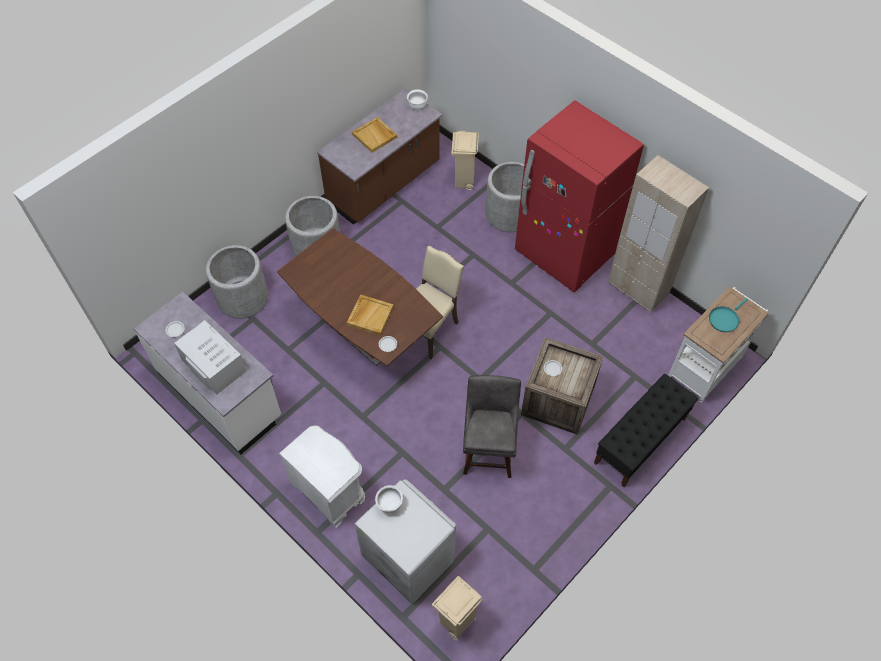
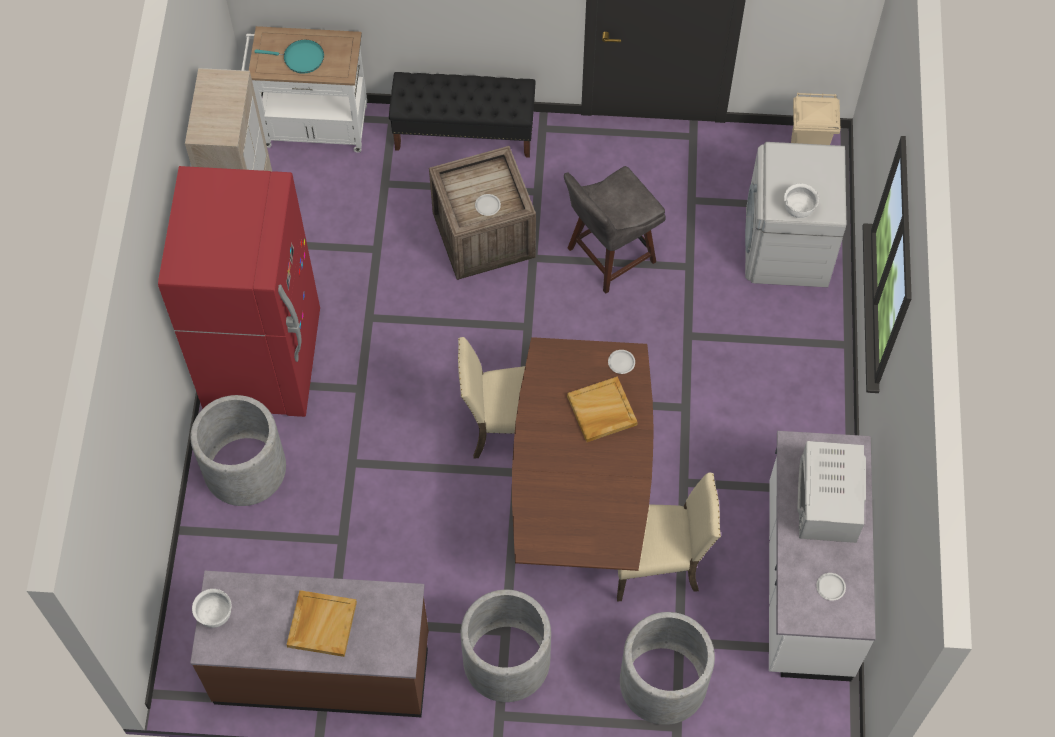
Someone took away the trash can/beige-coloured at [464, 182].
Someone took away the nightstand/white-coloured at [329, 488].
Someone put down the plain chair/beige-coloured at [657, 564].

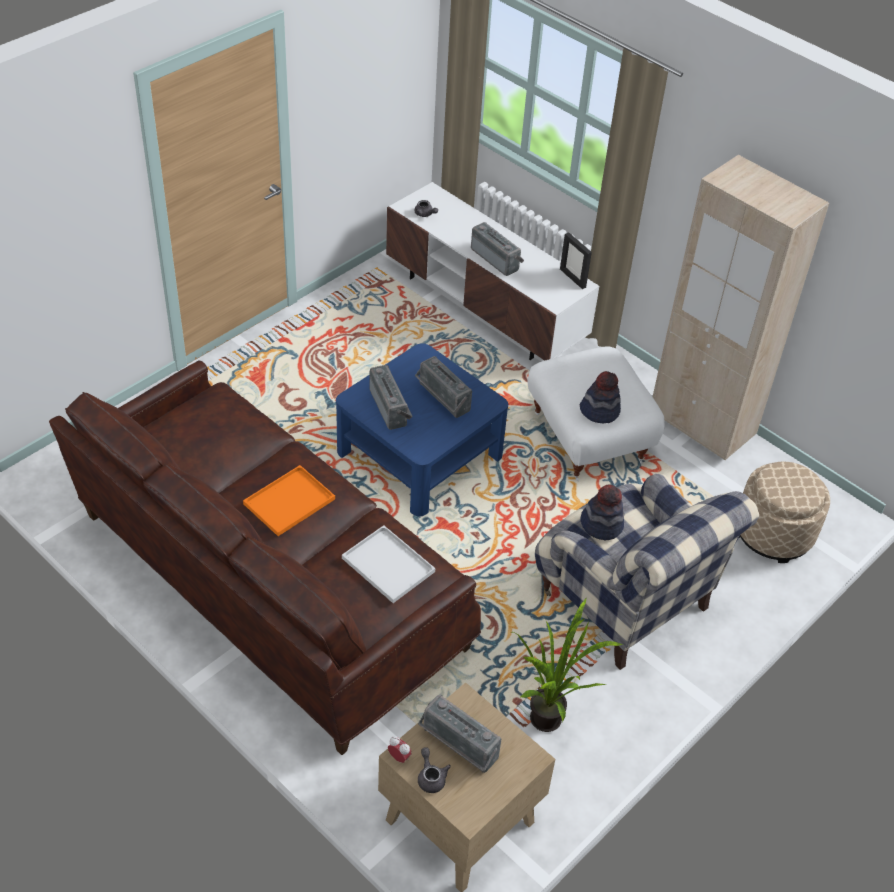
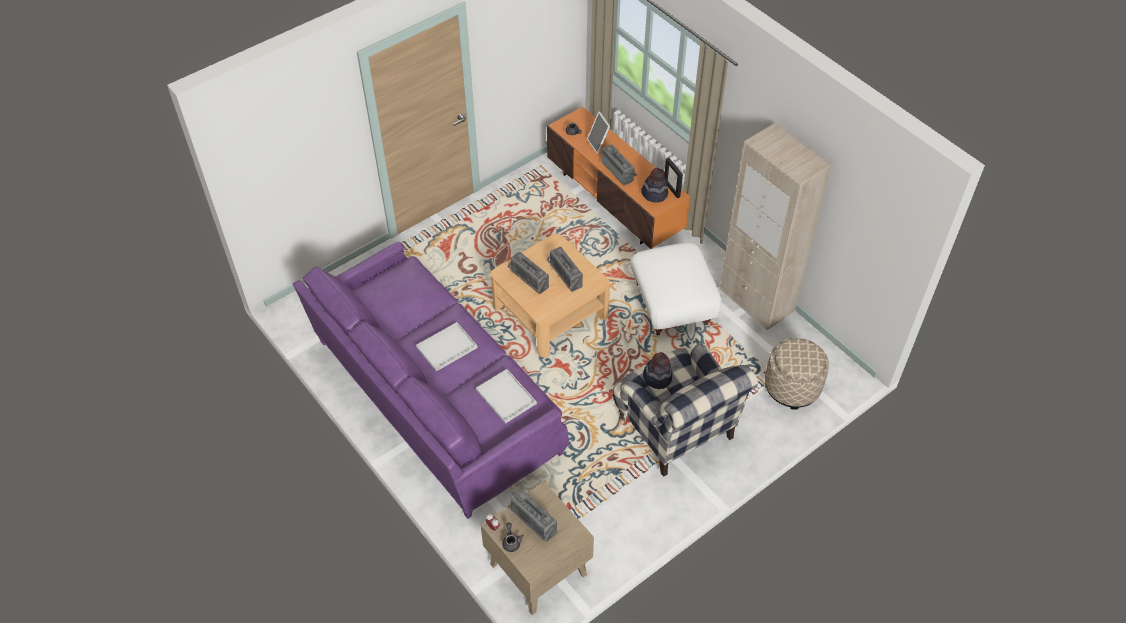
Someone repainted the media console/white-coloured at [485, 307], which became the media console/orange-coloured at [614, 201].
Someone repainted the coffee table/blue at [418, 454], which became the coffee table/beige-coloured at [549, 311].
Someone repainted the settee/brown at [268, 584], which became the settee/purple-coloured at [434, 398].
Someone rotated the radio receiver at [391, 407] by 150 degrees clockwise.
Someone carried the wearable hat from [599, 411] to [654, 194].
Someone repainted the carrying tray/orange-coloured at [290, 500], which became the carrying tray/white-coloured at [447, 346].
Someone took away the plant in a pot at [550, 725].
Someone put down the standing frame at [599, 144].

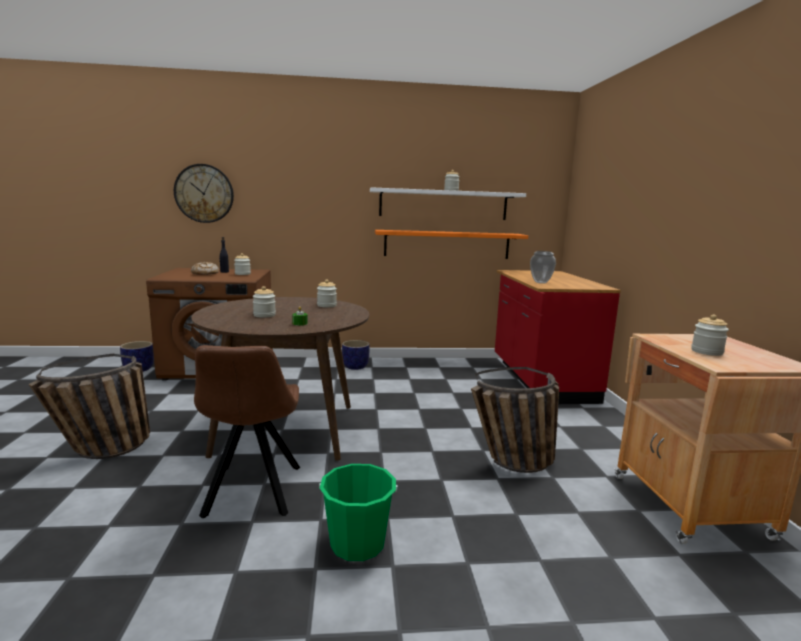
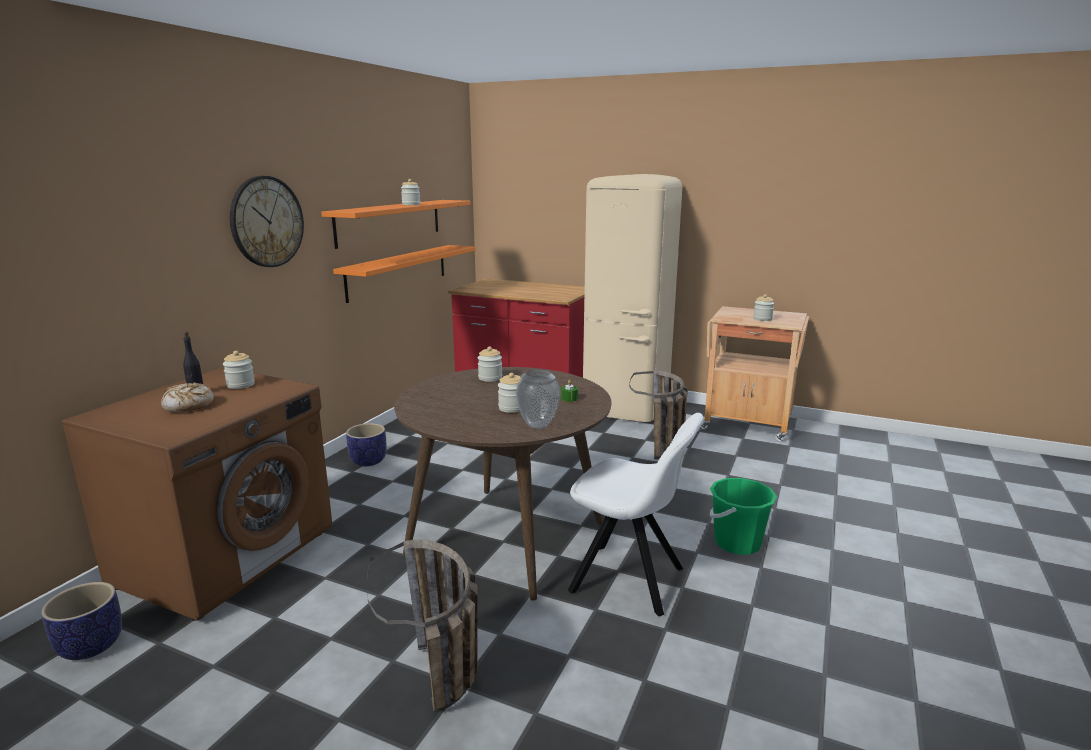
Someone carried the hanging clock from [204, 193] to [267, 222].
Someone repainted the bracket shelf/white-coloured at [443, 204], which became the bracket shelf/orange-coloured at [390, 222].
Someone carried the vase from [540, 282] to [537, 425].
Someone repainted the plain chair/brown at [252, 491], which became the plain chair/white-coloured at [628, 579].
Someone put down the kitchen fridge/beige-coloured at [625, 408].

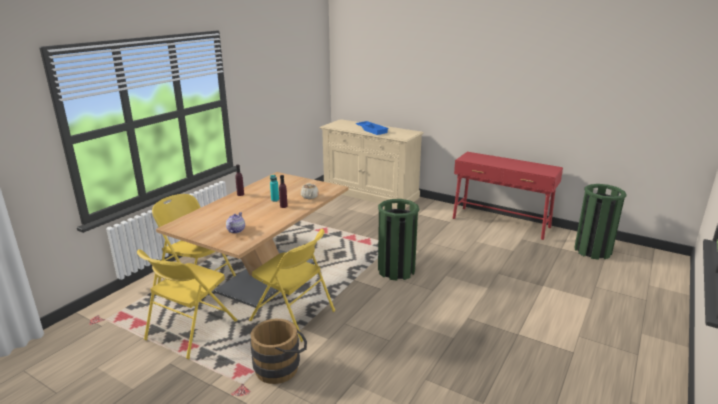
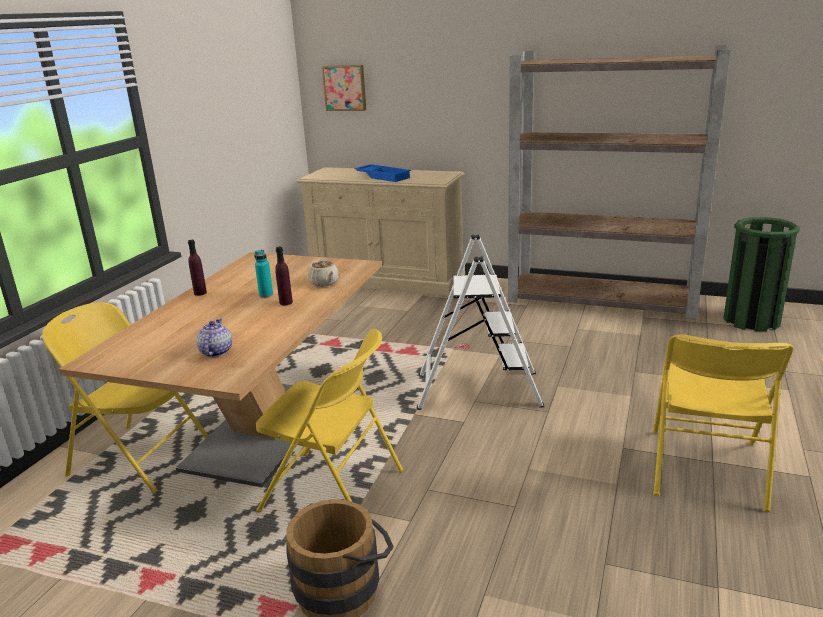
Someone swapped the narrow table/red-coloured at [500, 223] for the shelving unit/brown at [601, 298].
Someone swapped the trash can/green-coloured at [396, 270] for the step ladder/white-coloured at [476, 389].
Someone carried the plain chair/yellow from [191, 330] to [705, 468].
Someone put up the wall art at [345, 88].

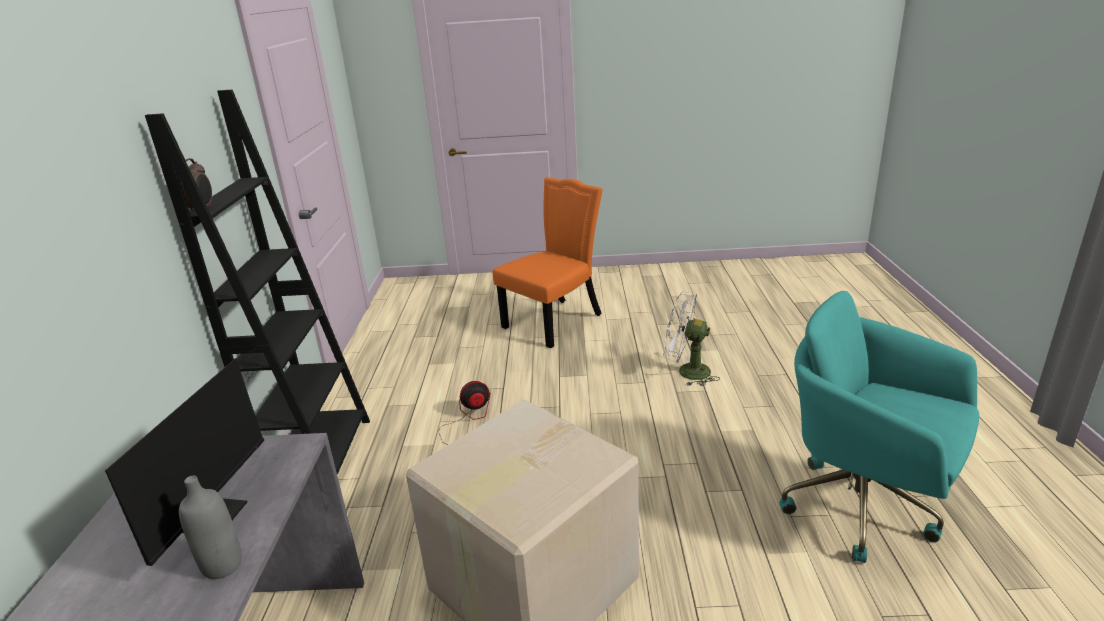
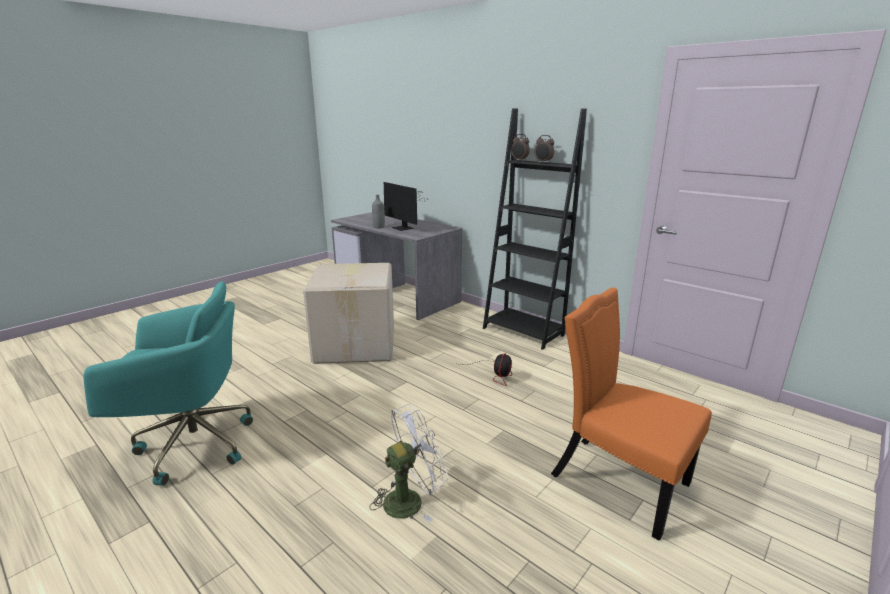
Someone rotated the plain chair/orange-coloured at [553, 323] by 135 degrees clockwise.
Someone put down the table clock at [543, 162].

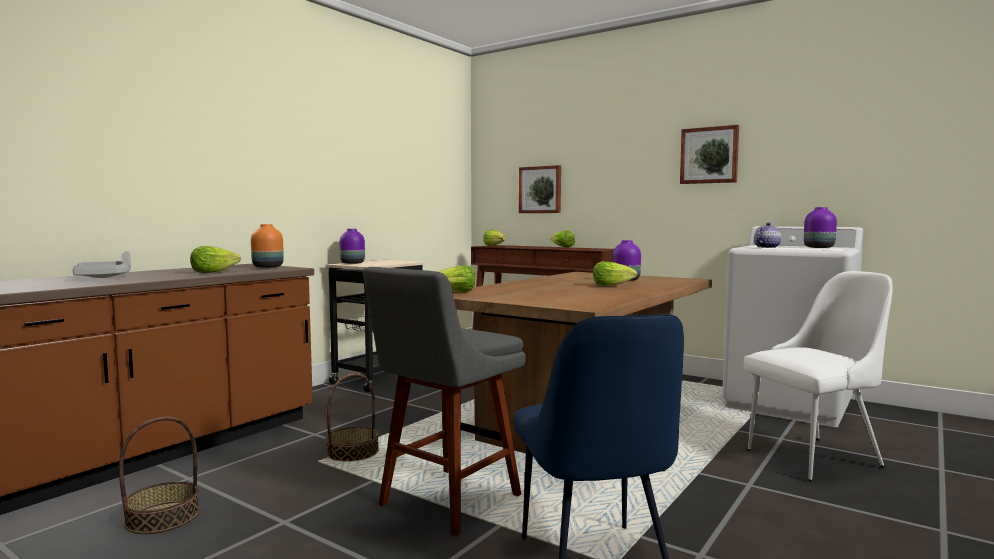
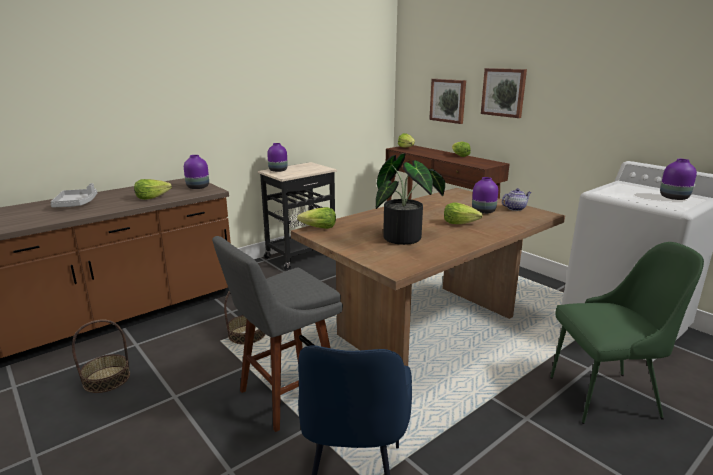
Someone carried the wall art from [709, 155] to [504, 92].
Someone carried the tea pot from [767, 247] to [515, 208].
Someone repainted the vase/orange-coloured at [268, 267], which became the vase/purple-coloured at [198, 187].
Someone repainted the plain chair/white-coloured at [814, 458], which became the plain chair/green-coloured at [604, 397].
Someone put down the plant in a pot at [407, 238].

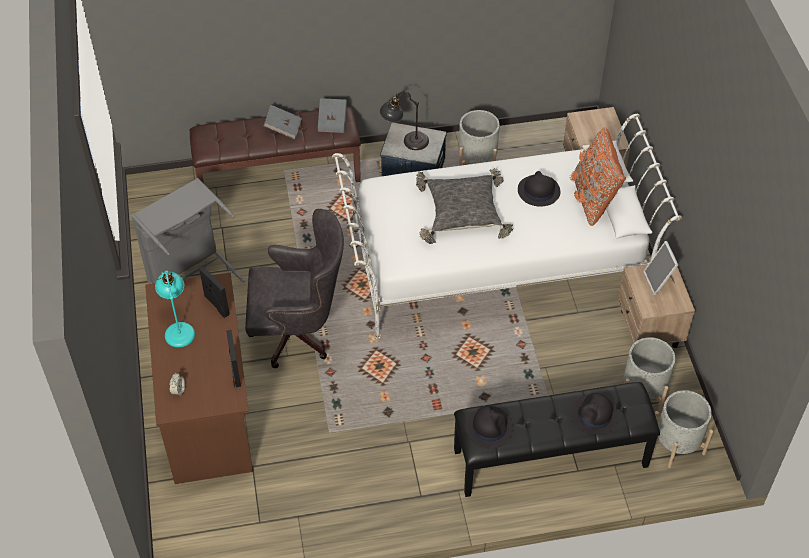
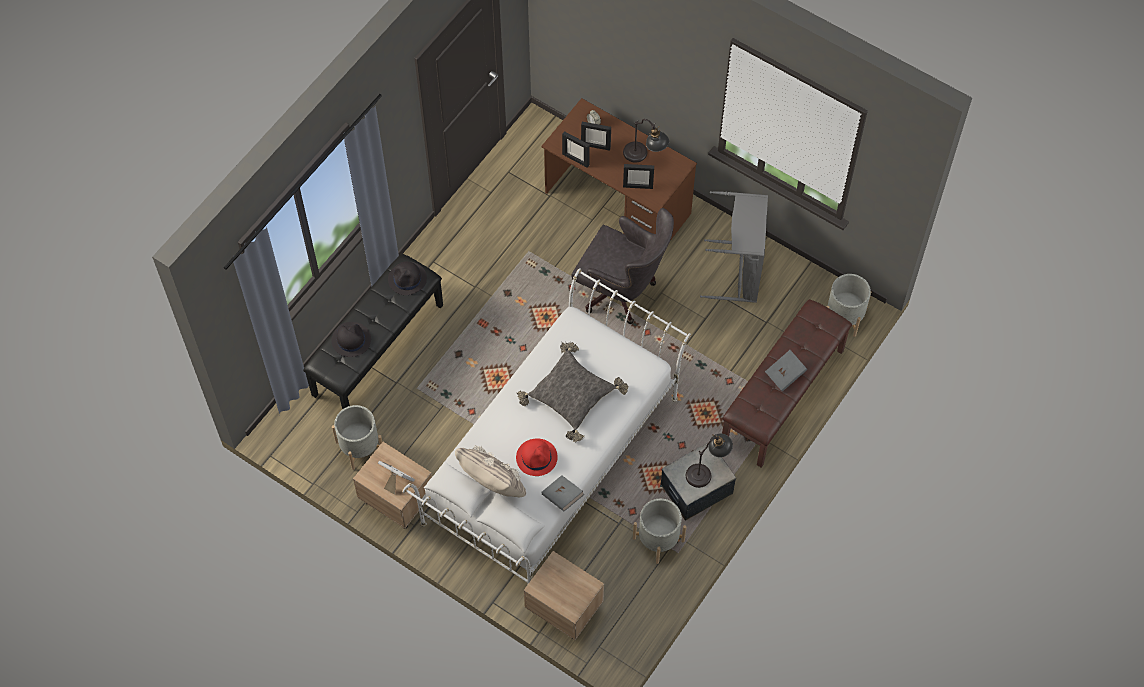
Someone carried the volume/gray from [332, 122] to [562, 497].
Someone repainted the cushion/orange-coloured at [592, 199], which became the cushion/beige-coloured at [493, 484].
Someone repainted the wearable hat/blackish at [538, 191], which became the wearable hat/red-coloured at [537, 457].
Someone rotated the computer chair/gray at [298, 335] by 105 degrees counterclockwise.
Someone repainted the tabletop lamp/blue-green at [177, 324], which became the tabletop lamp/gray at [645, 156].
Someone carried the planter/gray from [677, 444] to [844, 316].
Someone put down the standing frame at [596, 145].

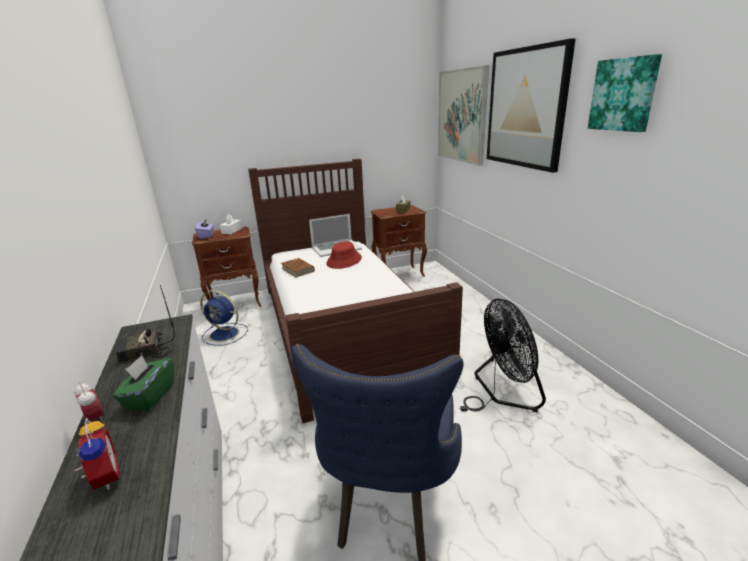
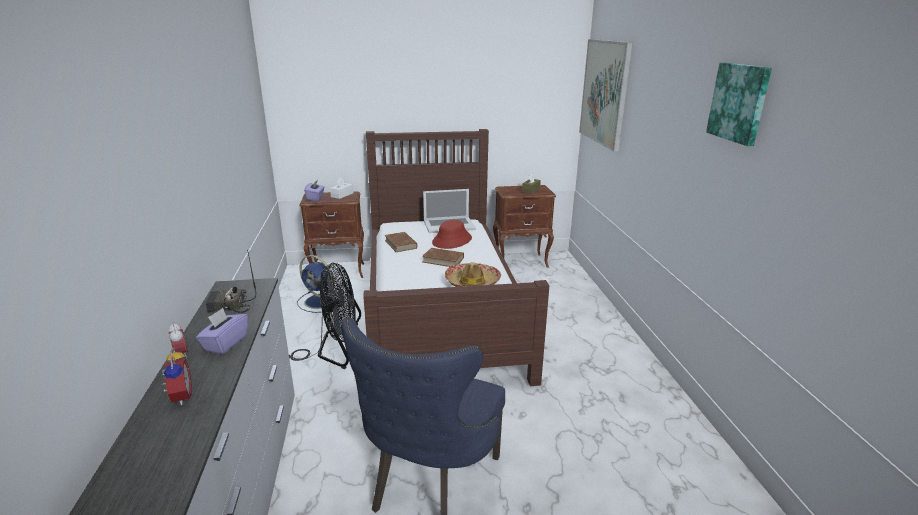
Someone took away the wall art at [526, 108].
Someone carried the electric fan/blackish from [497, 388] to [333, 347].
Someone repainted the tissue holder/green-coloured at [150, 396], which became the tissue holder/purple-coloured at [225, 343].
Someone put down the volume/brown at [443, 260].
Someone put down the wearable hat at [472, 283].

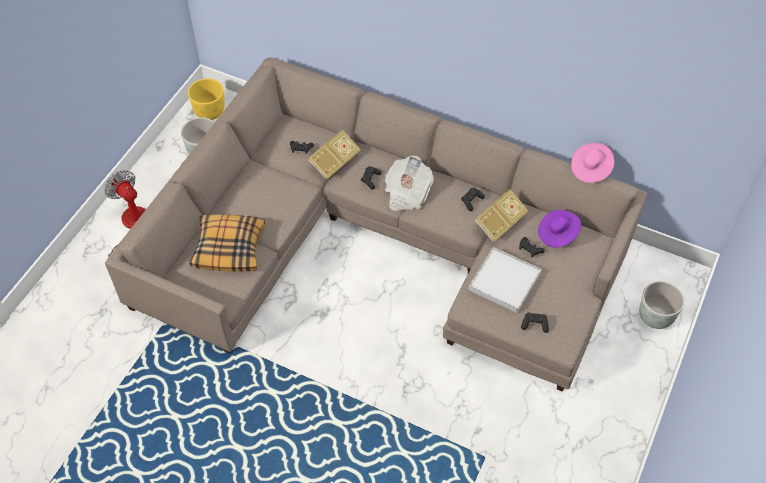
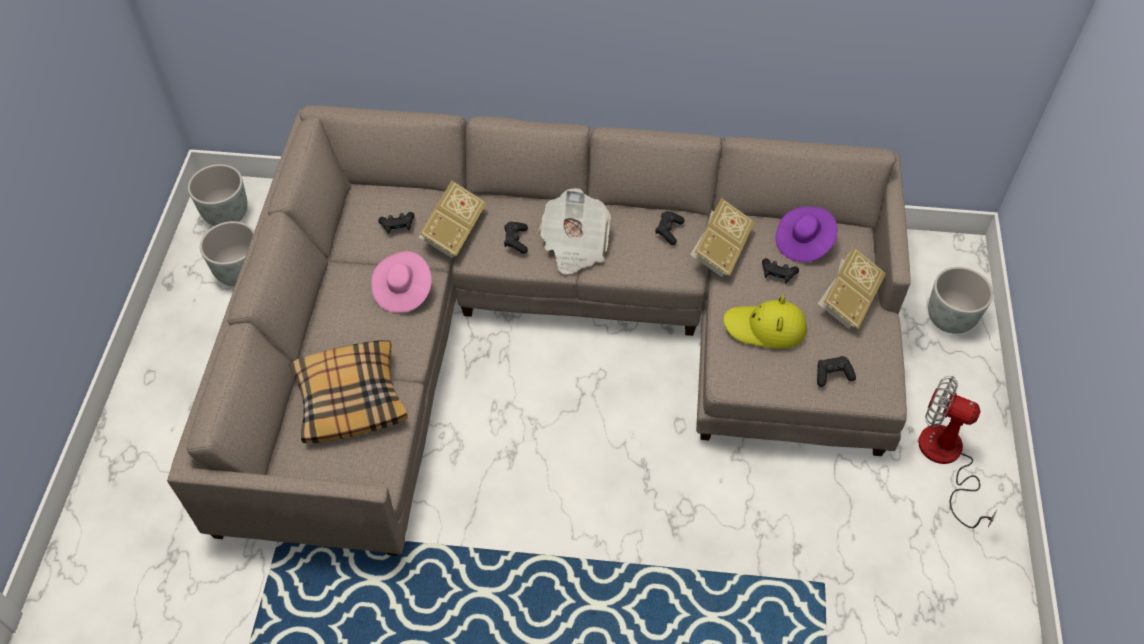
Someone repainted the planter/yellow at [210, 112], which became the planter/gray at [227, 214].
Someone carried the wearable hat/pink-coloured from [590, 169] to [403, 291].
Someone carried the electric fan from [131, 226] to [945, 460].
Someone swapped the carrying tray/white-coloured at [504, 282] for the wearable hat/yellow at [765, 328].
Someone put down the volume at [847, 300].

